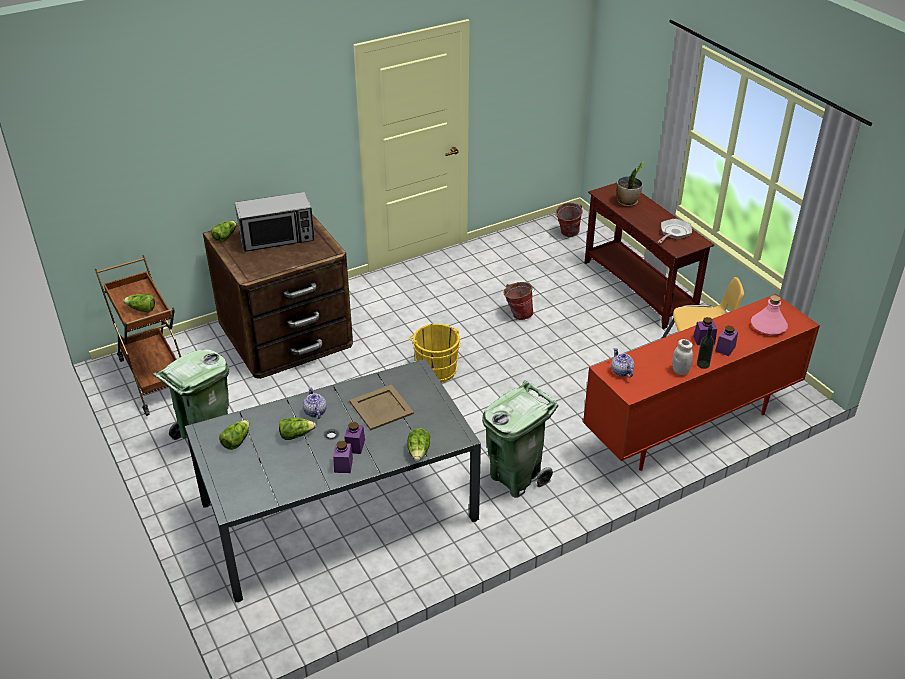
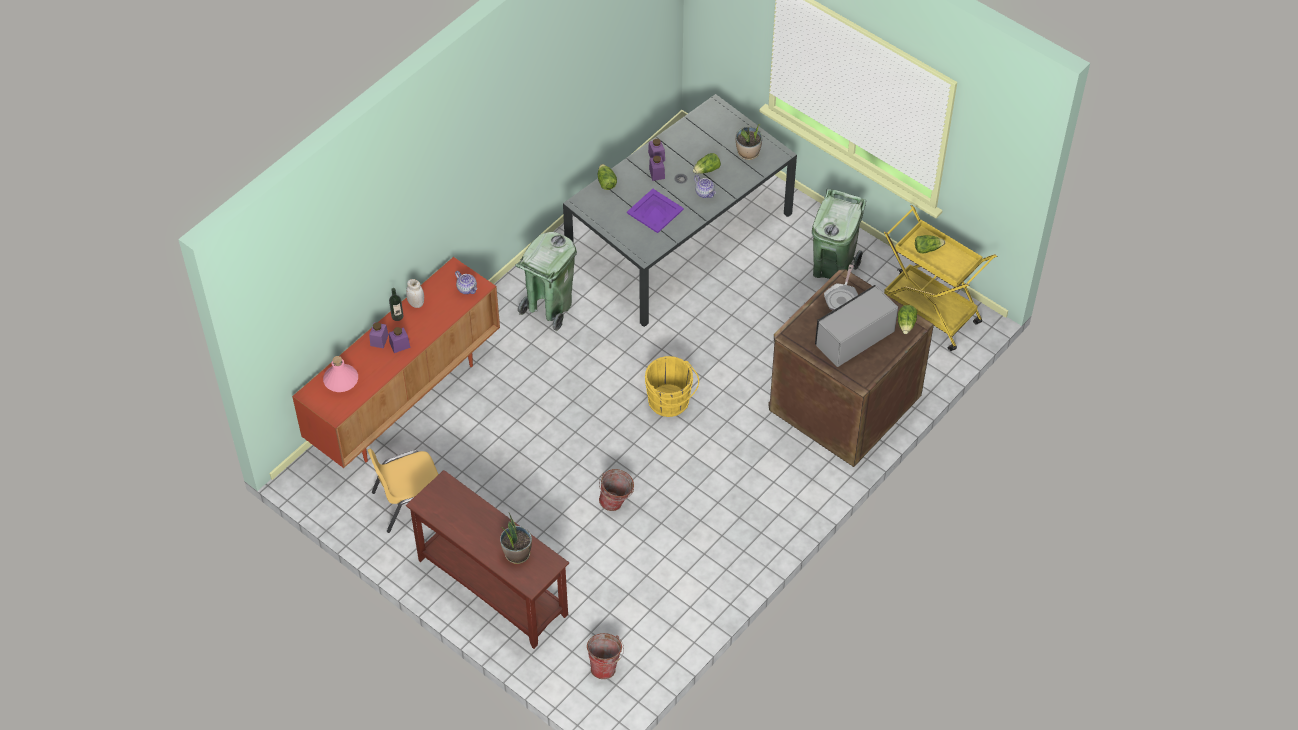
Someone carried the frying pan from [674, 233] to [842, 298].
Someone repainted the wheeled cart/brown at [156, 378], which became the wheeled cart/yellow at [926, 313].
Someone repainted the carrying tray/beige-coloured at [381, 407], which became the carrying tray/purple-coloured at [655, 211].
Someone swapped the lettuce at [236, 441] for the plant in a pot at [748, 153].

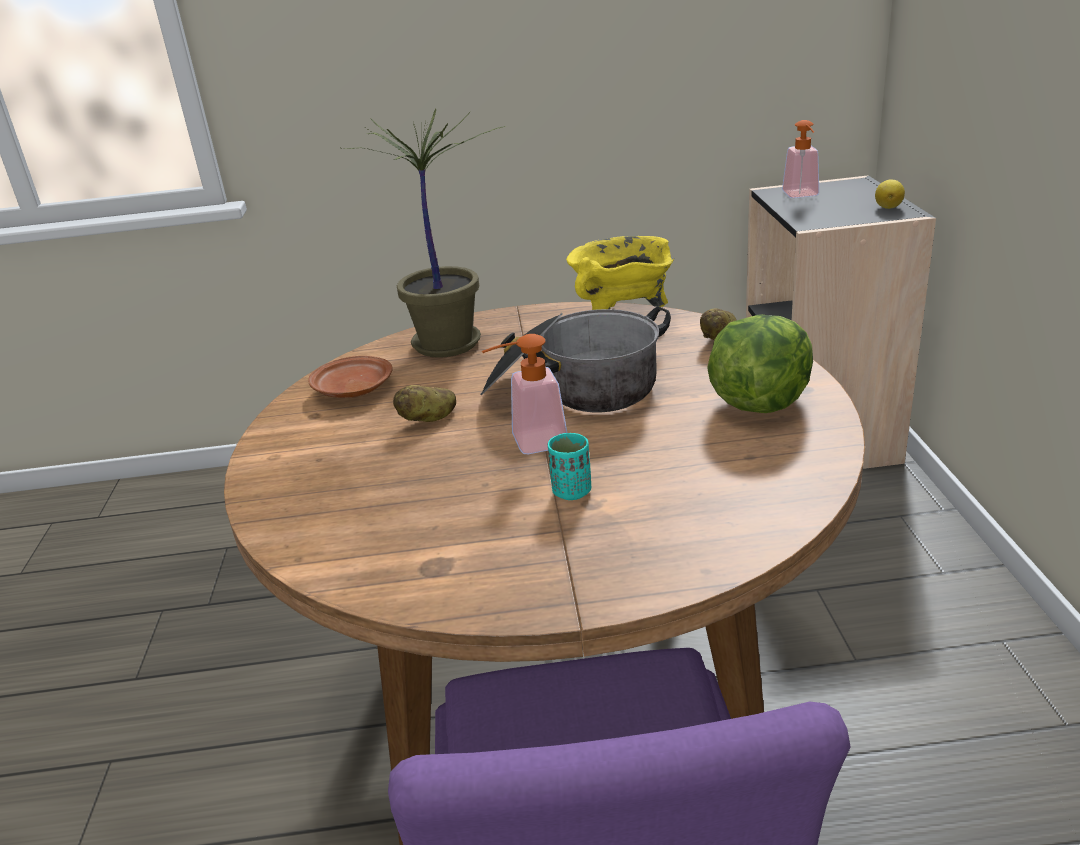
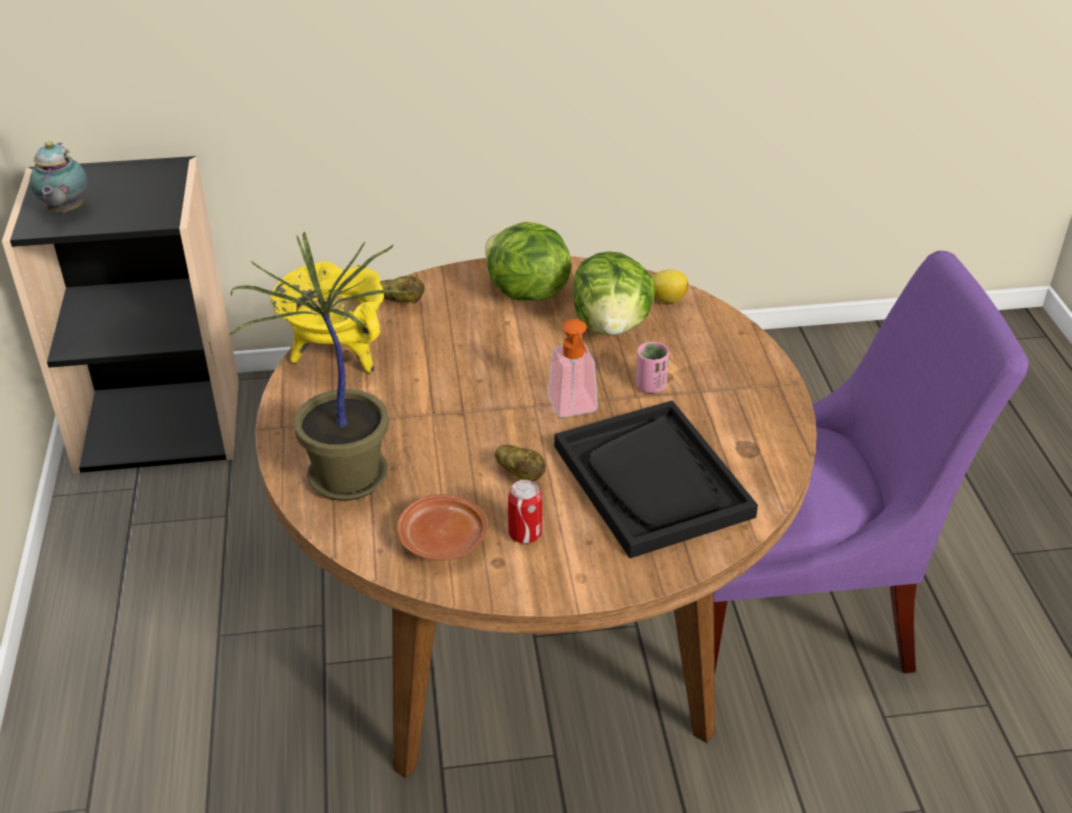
Someone swapped the liquid soap bottle at [802, 195] for the tea pot at [65, 211].
Someone carried the citrus fruit from [888, 207] to [666, 299].
Someone took away the stockpot at [573, 390].
Someone repainted the drinking cup/blue-green at [571, 491], which became the drinking cup/pink-coloured at [650, 386].
Someone put down the lettuce at [612, 326].
Someone put down the carrying tray/blackish at [652, 481].
Someone put down the can at [525, 534].

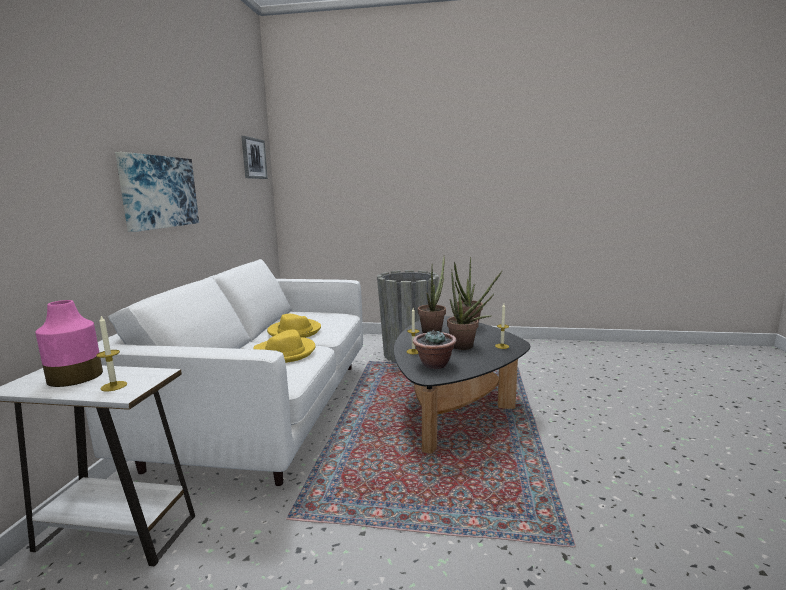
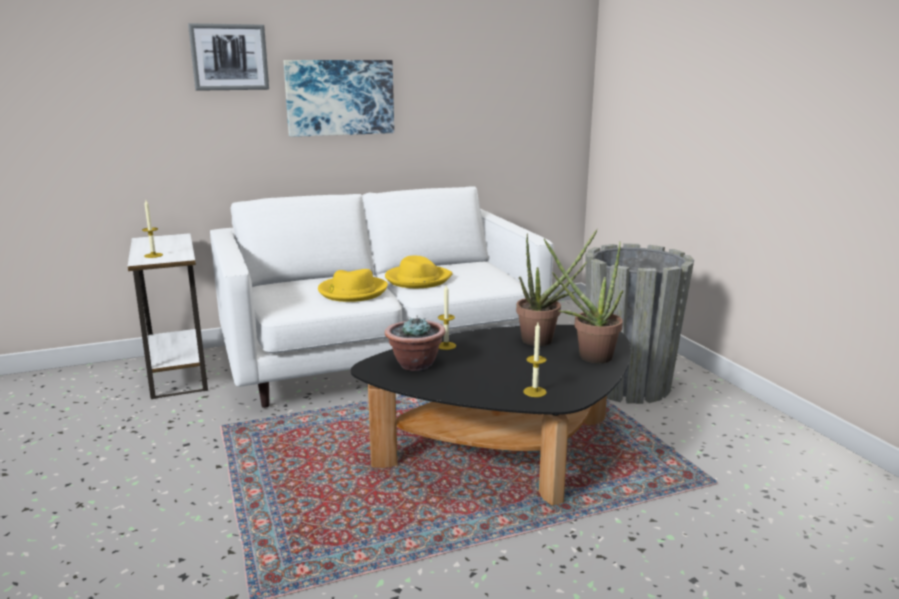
Someone carried the wall art from [253, 158] to [229, 57].
Someone took away the plant in a pot at [467, 347].
Someone took away the vase/pink-coloured at [75, 376].

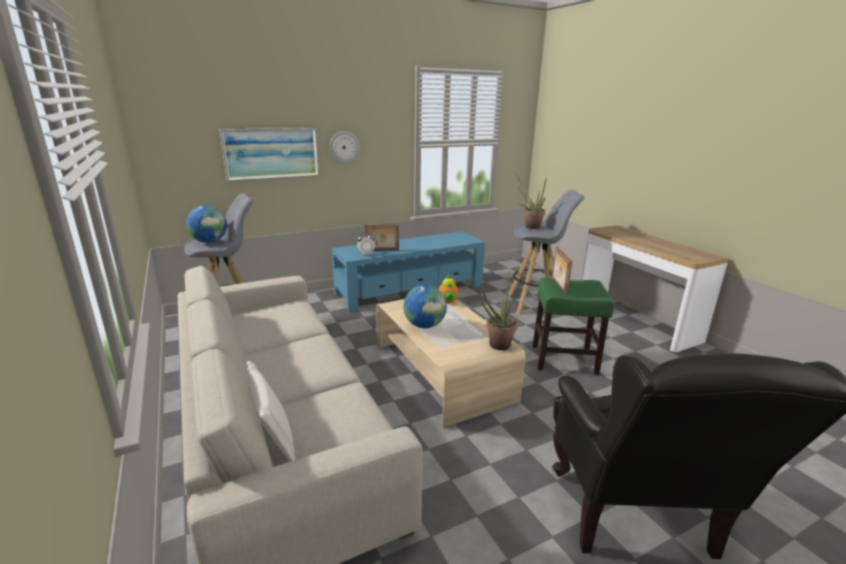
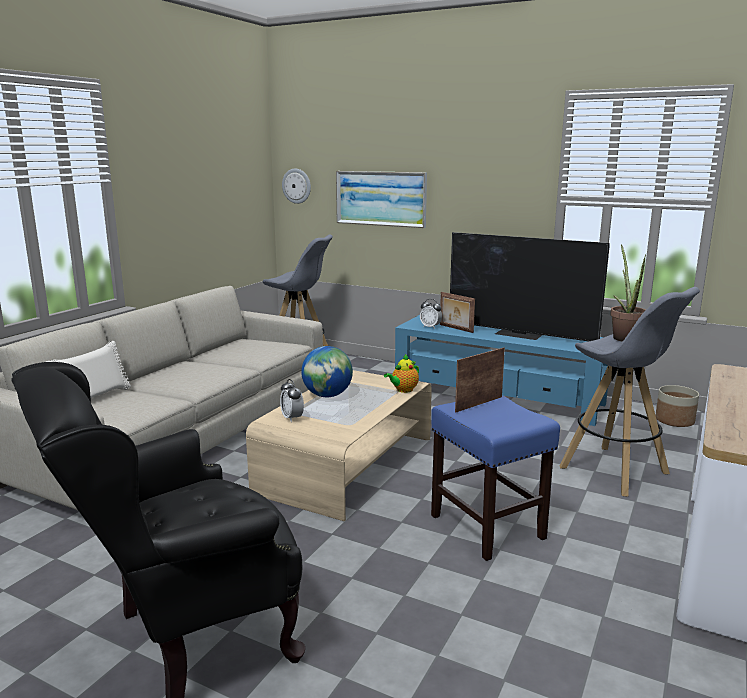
Someone carried the hanging clock from [344, 147] to [296, 186].
Someone took away the desk globe at [210, 242].
Someone took away the plant in a pot at [496, 346].
Someone repainted the sitting stool/green-coloured at [564, 359], which became the sitting stool/blue at [488, 527].
Someone put down the television at [519, 334].
Someone put down the table clock at [292, 418].
Someone put down the planter at [675, 420].

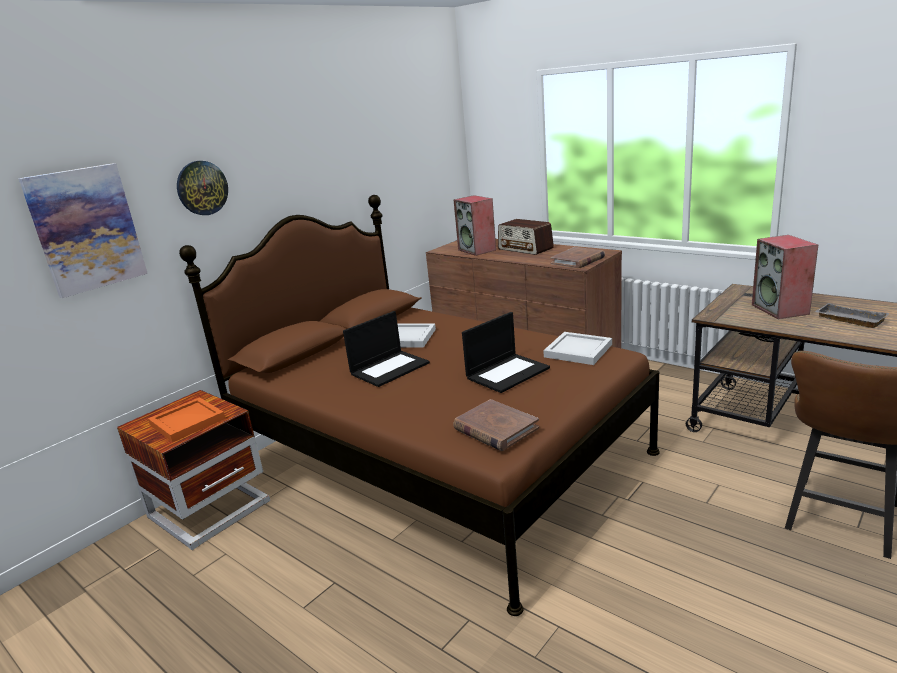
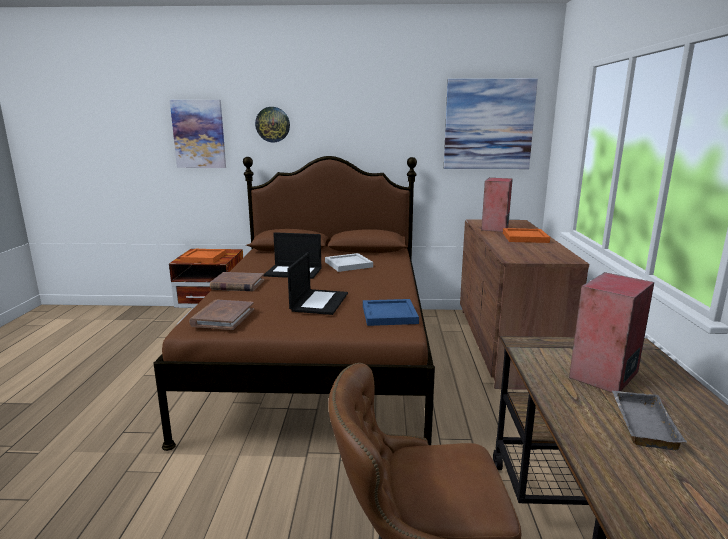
Someone swapped the radio receiver at [525, 249] for the carrying tray/orange-coloured at [526, 238].
Someone carried the volume/brown from [577, 260] to [237, 284].
Someone rotated the notebook computer at [507, 372] by 90 degrees counterclockwise.
Someone repainted the carrying tray/white-coloured at [577, 351], which became the carrying tray/blue at [388, 314].
Someone put up the wall art at [488, 124].

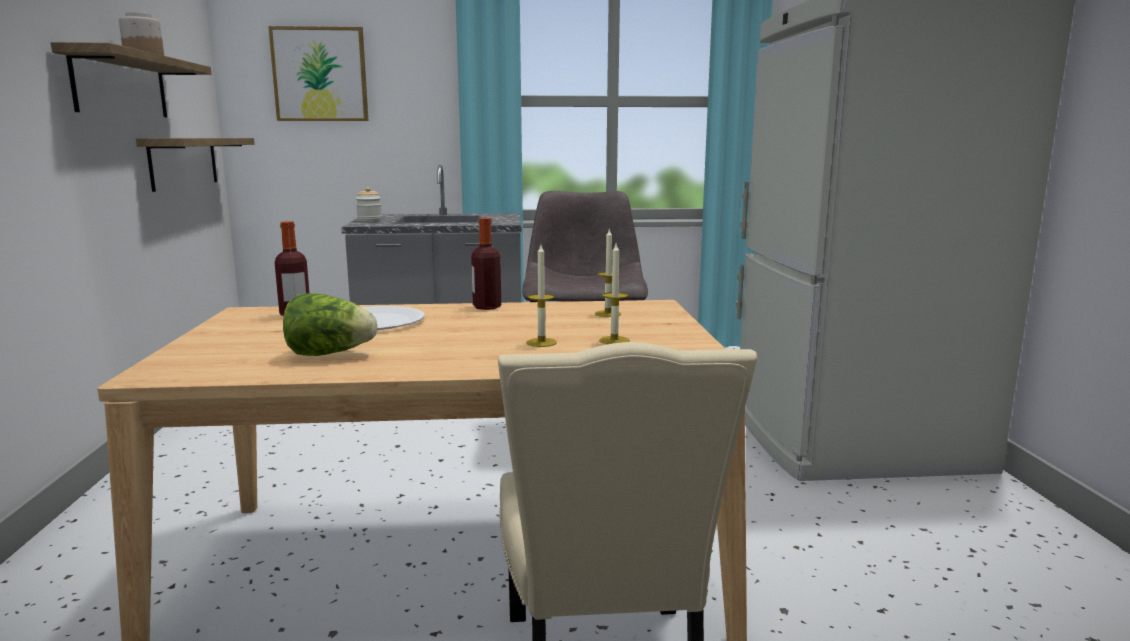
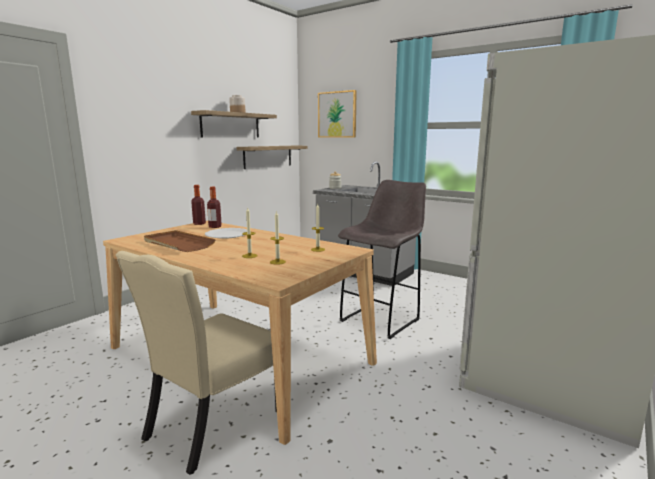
Someone carried the drink bottle from [487, 307] to [199, 223].
Someone swapped the lettuce at [330, 354] for the carrying tray/brown at [178, 244].

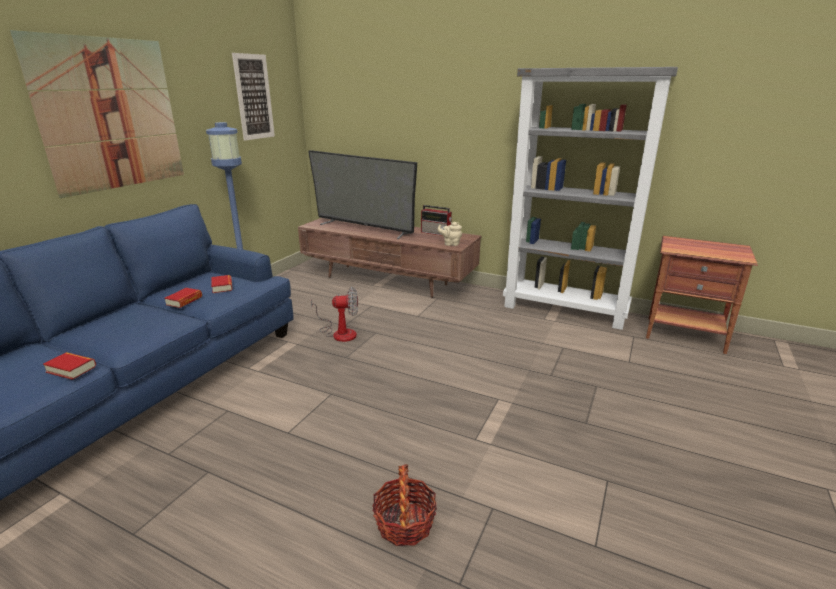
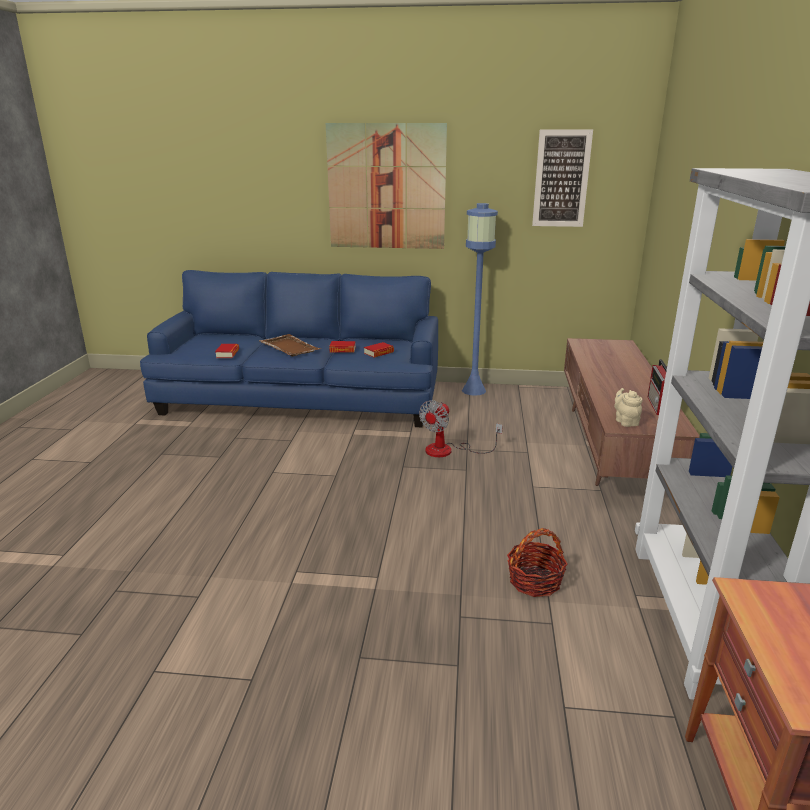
Someone took away the television at [364, 228].
Someone rotated the electric fan at [339, 332] by 60 degrees clockwise.
Someone carried the storage basket from [404, 523] to [534, 581].
Someone put down the carrying tray/brown at [289, 347].

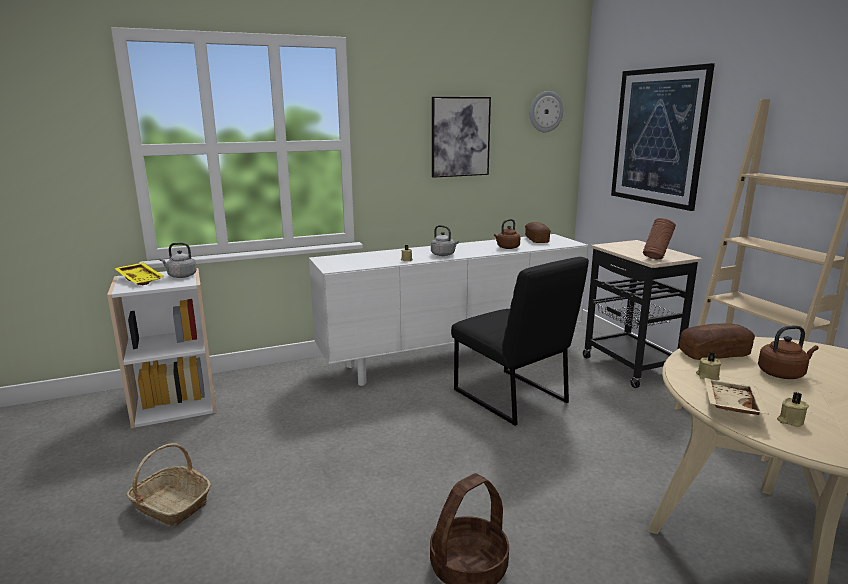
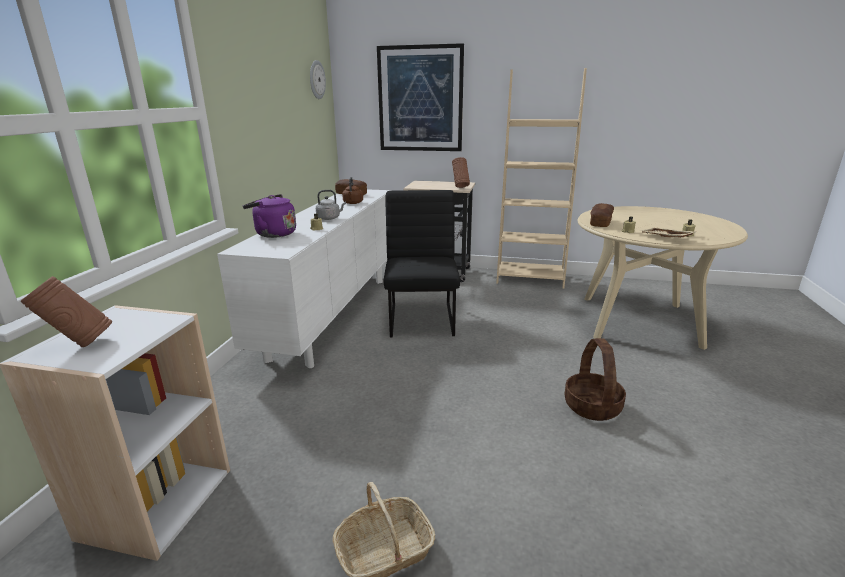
Someone took away the wall art at [460, 137].
Someone took away the tea kettle/gray at [180, 276].
Someone rotated the plain chair/blackish at [511, 397] by 90 degrees counterclockwise.
Someone swapped the carrying tray/yellow at [141, 279] for the vase/brown at [79, 344].
Someone took away the tea kettle/brown at [783, 374].
Someone put down the tea kettle/purple-coloured at [273, 234].

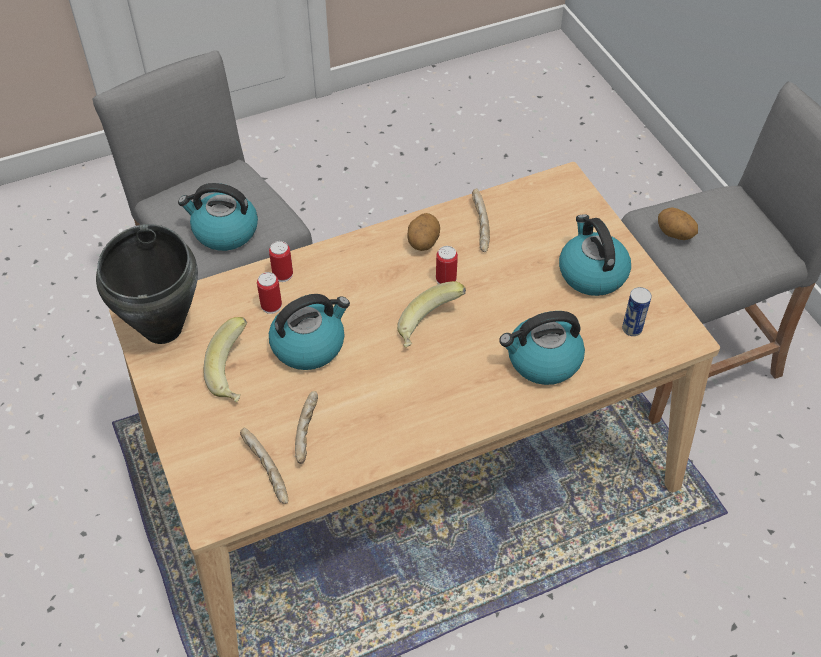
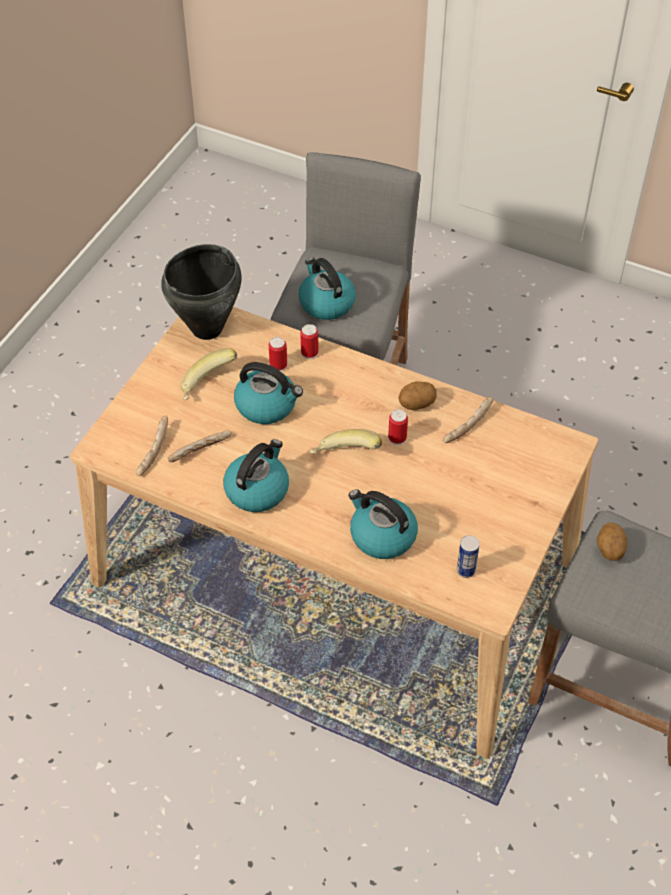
Someone carried the tea kettle from [591, 273] to [257, 489].

